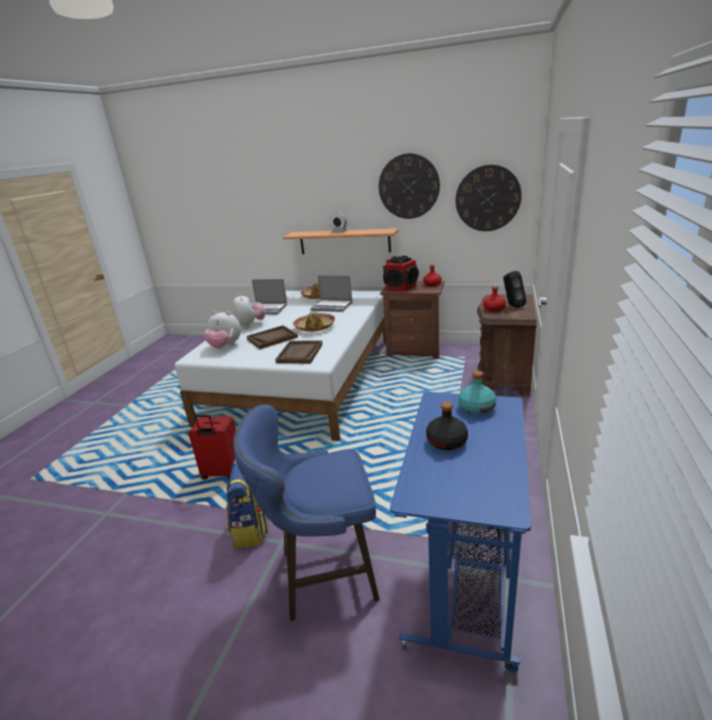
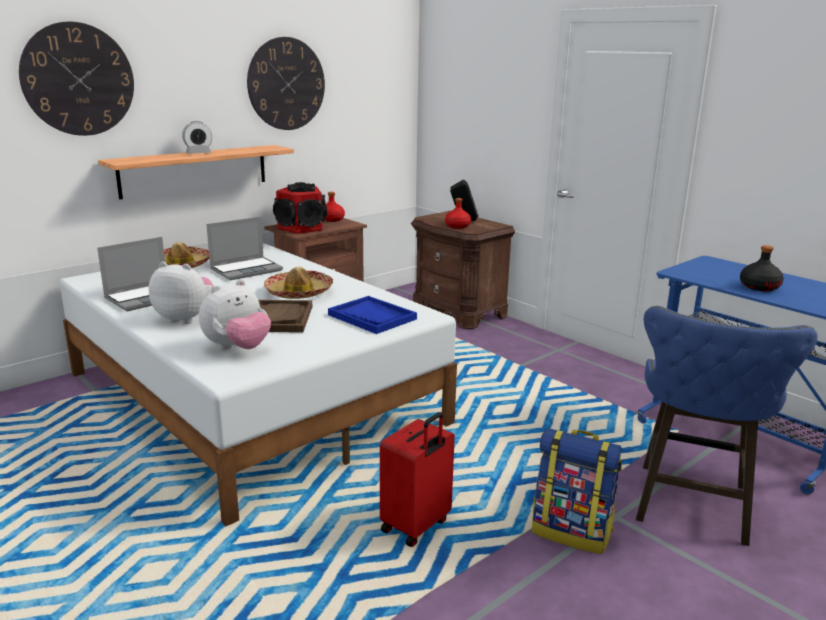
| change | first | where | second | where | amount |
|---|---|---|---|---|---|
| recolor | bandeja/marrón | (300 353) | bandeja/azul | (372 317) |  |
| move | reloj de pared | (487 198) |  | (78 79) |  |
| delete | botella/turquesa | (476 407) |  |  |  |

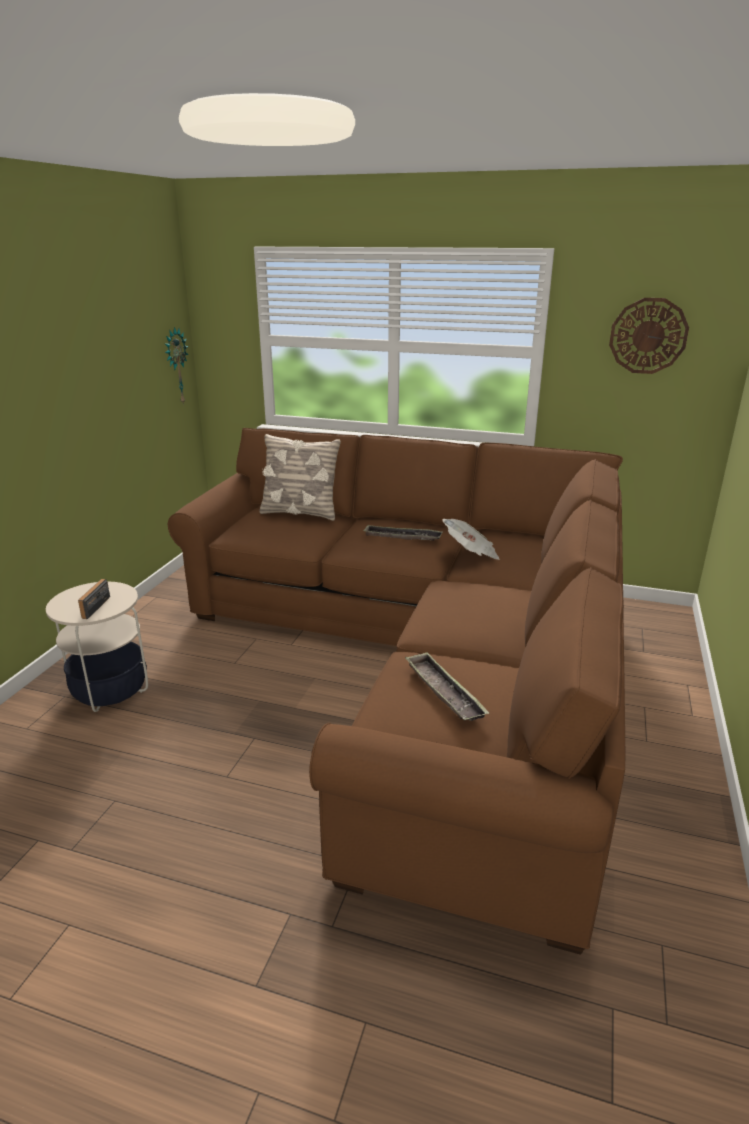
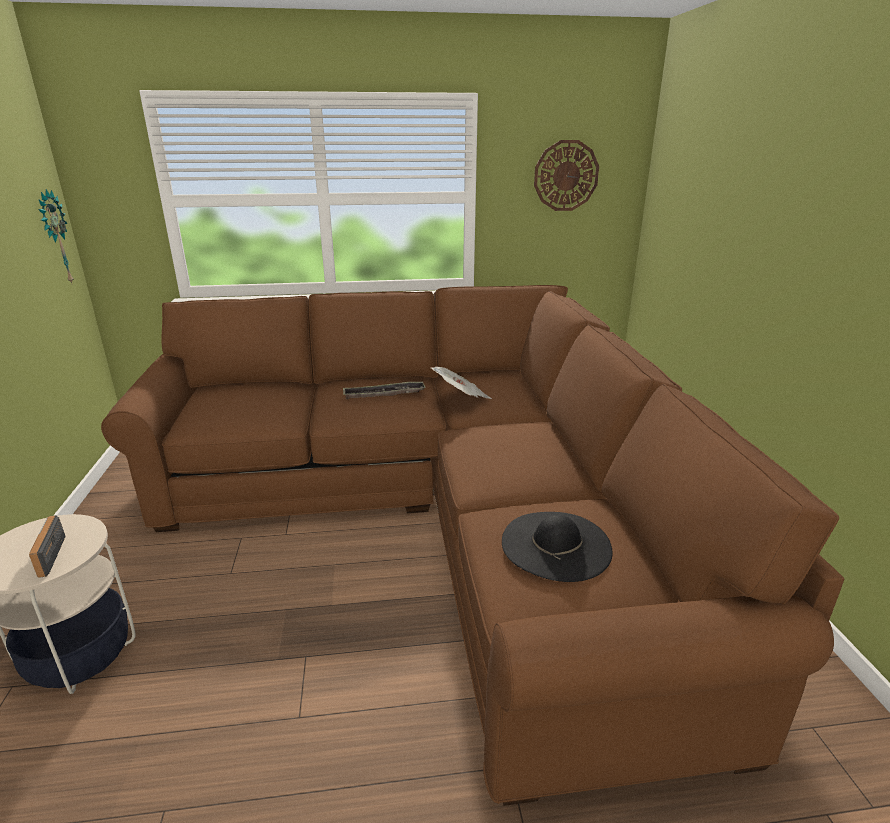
| change | first | where | second | where | amount |
|---|---|---|---|---|---|
| delete | cojín/beis | (300 513) |  |  |  |
| replace | bandeja | (444 691) | sombrero/negro | (556 544) |  |

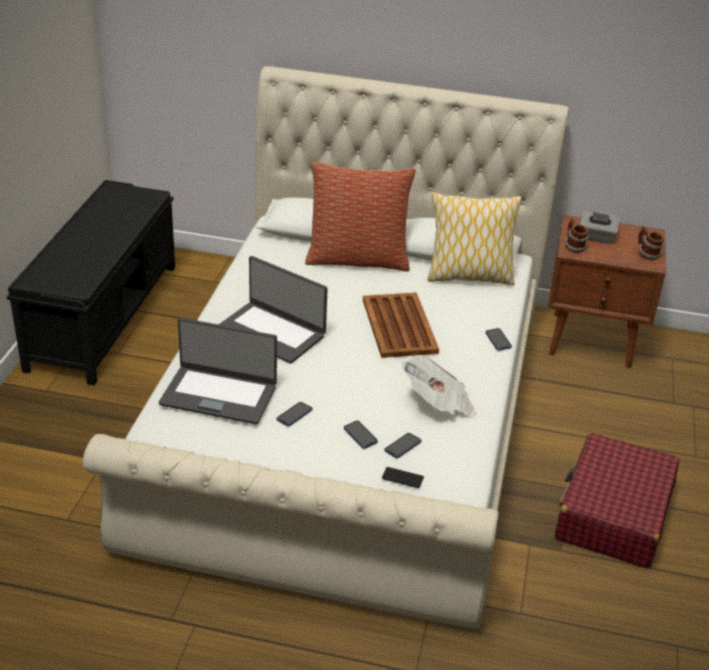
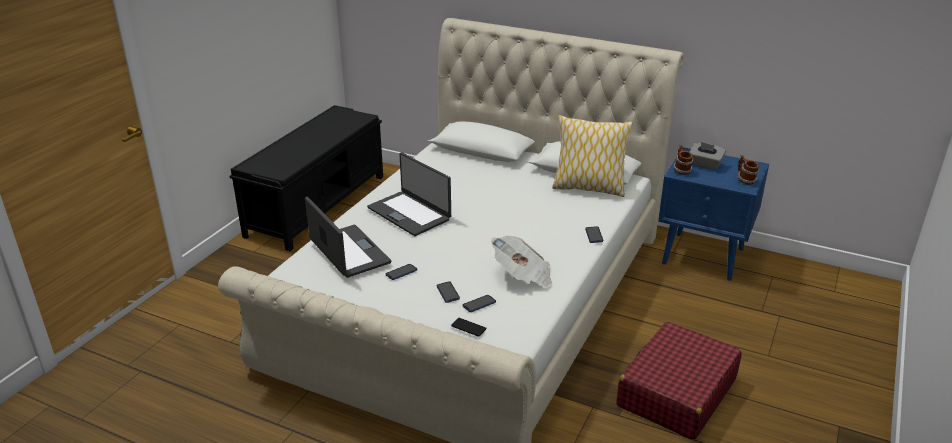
| change | first | where | second | where | amount |
|---|---|---|---|---|---|
| rotate | portátil | (219 394) |  | (348 252) | 150 degrees counterclockwise |
| delete | cojín | (357 259) |  |  |  |
| delete | bandeja/marrón | (399 326) |  |  |  |
| recolor | mesita de noche/marrón | (593 341) | mesita de noche/azul | (704 257) |  |

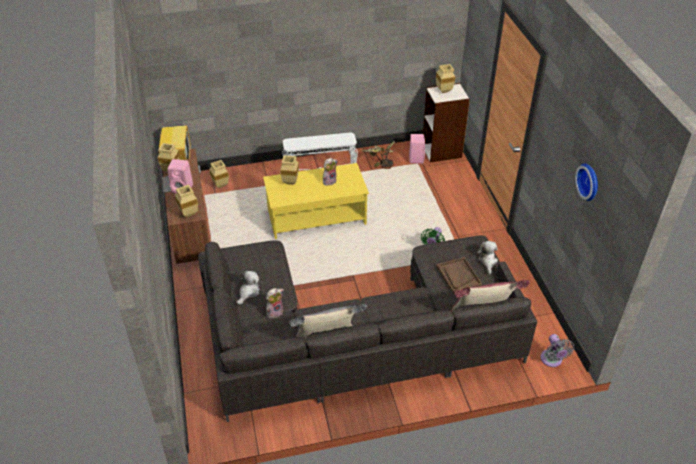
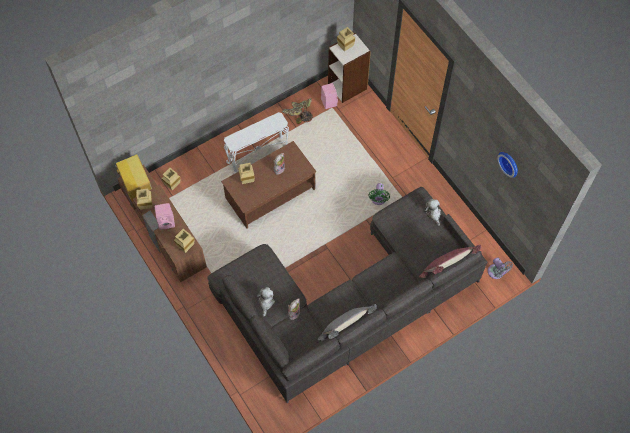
| change | first | where | second | where | amount |
|---|---|---|---|---|---|
| recolor | mesa de centro/amarillo | (315 216) | mesa de centro/marrón | (270 194) |  |
| delete | bandeja/marrón | (458 276) |  |  |  |

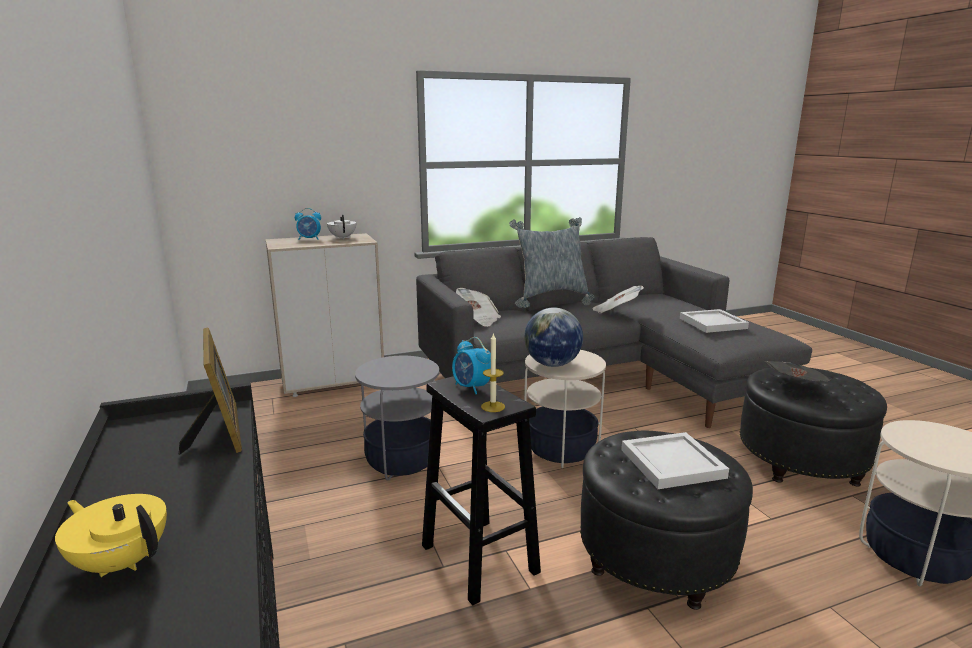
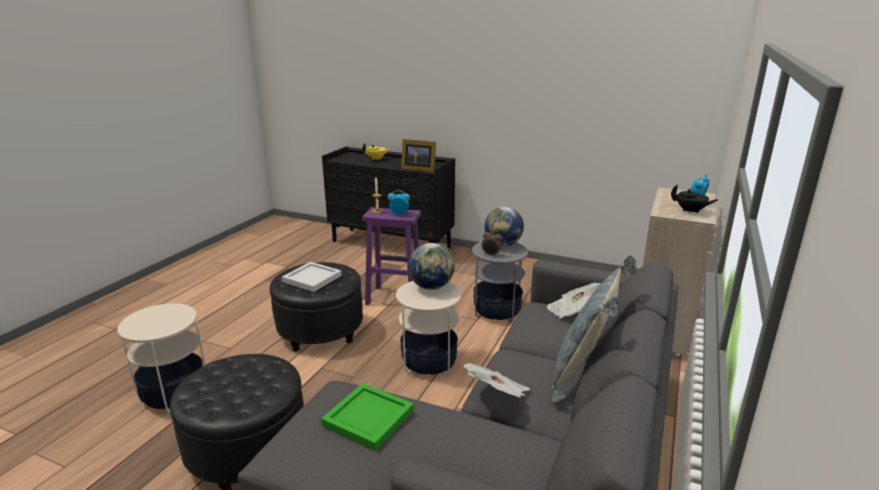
| change | first | where | second | where | amount |
|---|---|---|---|---|---|
| recolor | tetera/blanco | (343 238) | tetera/negro | (690 211) |  |
| recolor | taburete/negro | (480 560) | taburete/morado | (393 298) |  |
| recolor | bandeja/blanco | (714 323) | bandeja/verde | (367 418) |  |
| delete | periódico | (795 387) |  |  |  |
| insert |  |  | despertador | (491 255) |  |
| insert |  |  | globo terráqueo | (503 244) |  |

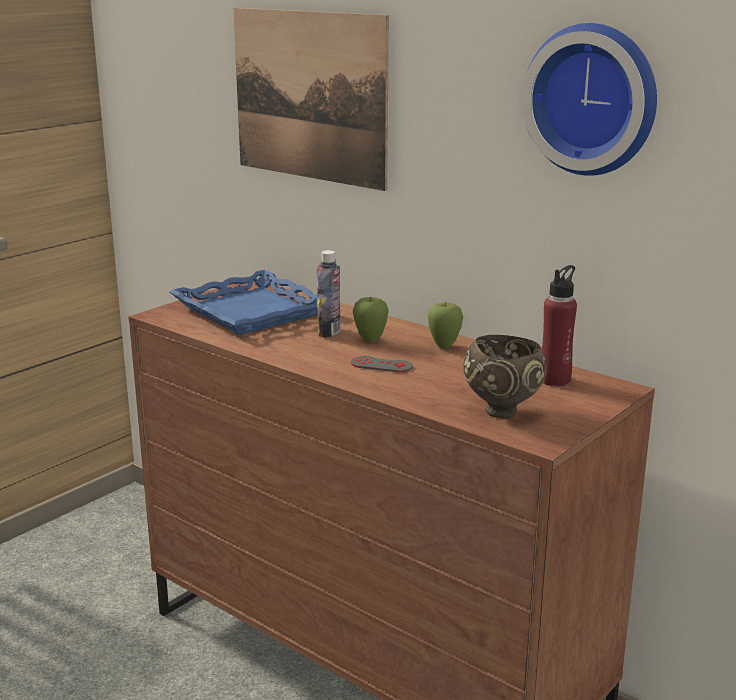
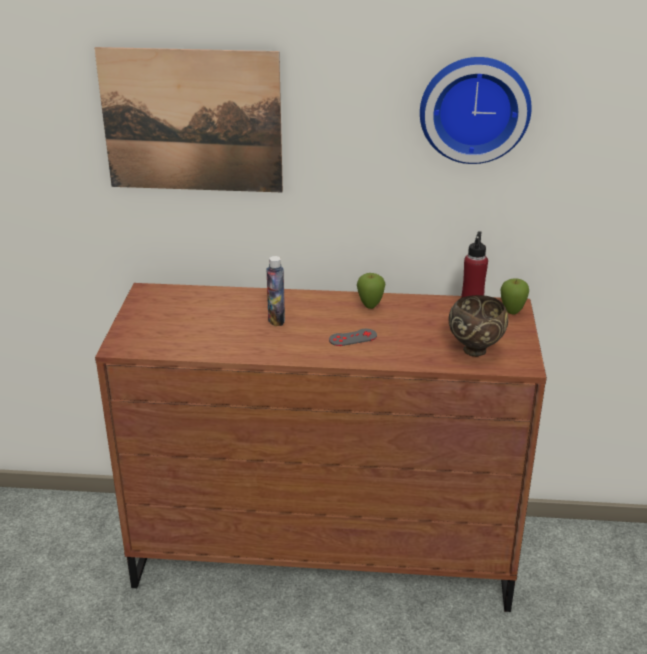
| change | first | where | second | where | amount |
|---|---|---|---|---|---|
| delete | bandeja/azul | (253 311) |  |  |  |
| move | manzana | (370 340) |  | (512 312) |  |

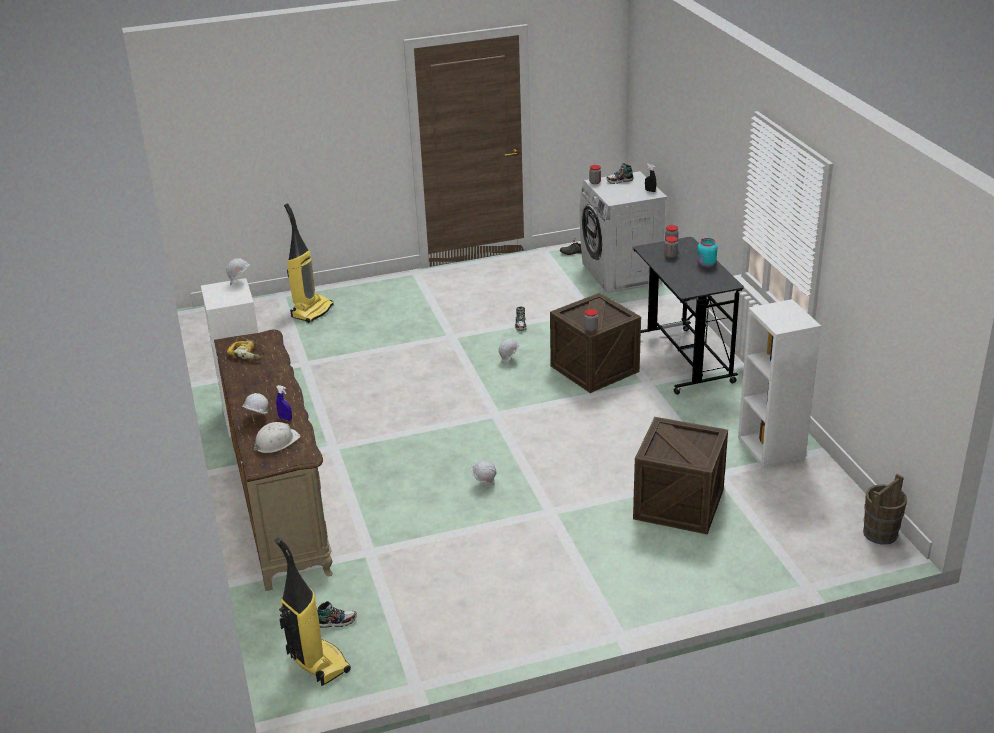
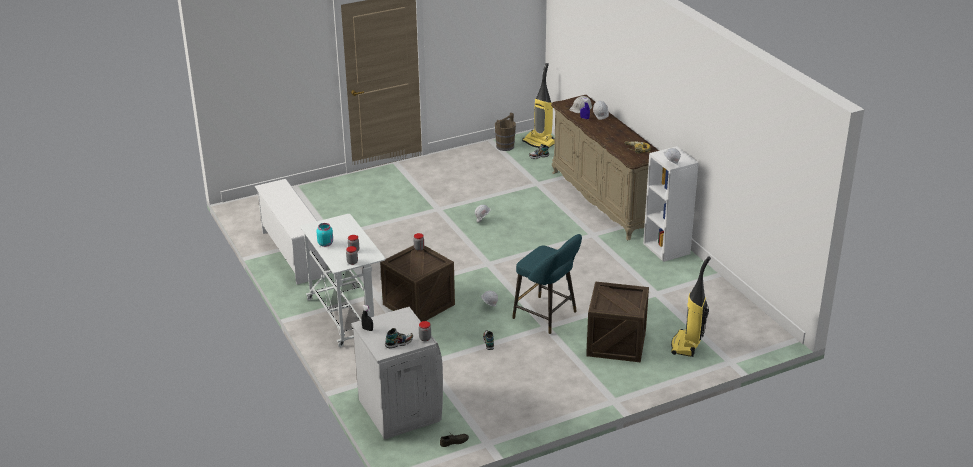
| change | first | where | second | where | amount |
|---|---|---|---|---|---|
| recolor | escritorio/negro | (682 361) | escritorio/blanco | (347 316) |  |
| move | caja de embalaje | (678 504) |  | (616 343) |  |
| replace | estantería/blanco | (772 448) | zapatero/blanco | (293 254) |  |
| move | cubo/marrón | (880 533) |  | (505 146) |  |
| insert |  |  | taburete/turquesa | (547 316) |  |

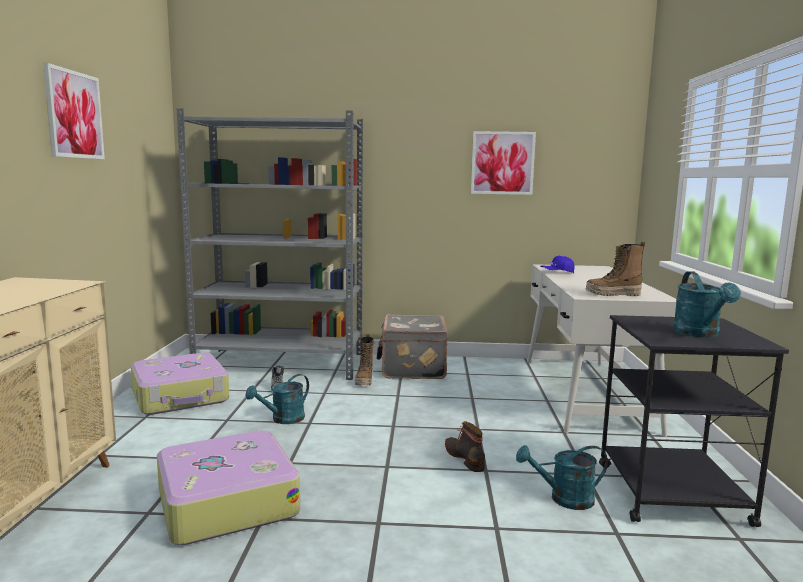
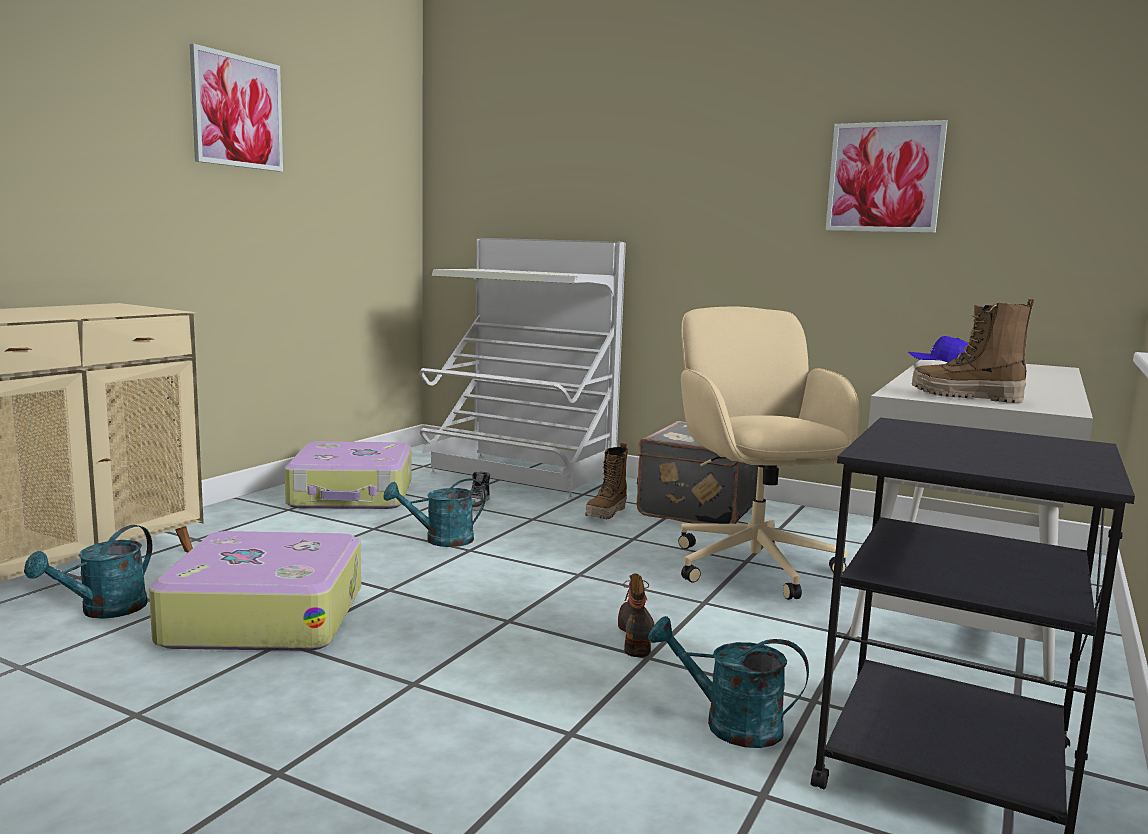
| change | first | where | second | where | amount |
|---|---|---|---|---|---|
| replace | estantería/gris | (281 364) | zapatero/blanco | (517 477) |  |
| move | regadera/turquesa | (700 334) |  | (104 611) |  |
| insert |  |  | silla de oficina/beis | (753 566) |  |

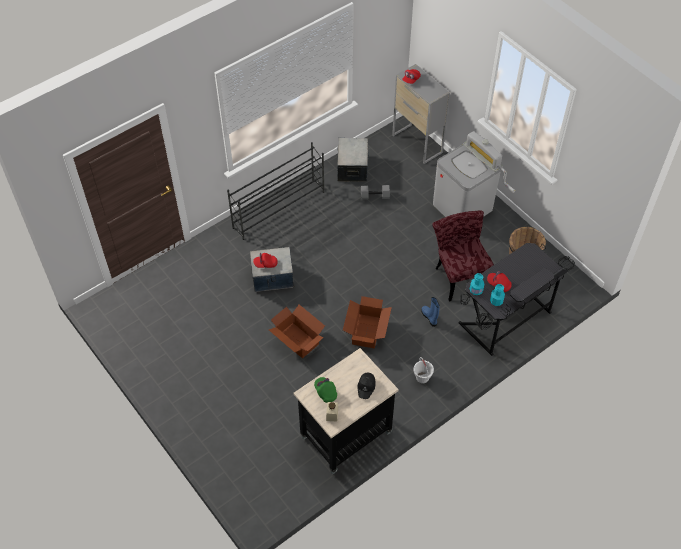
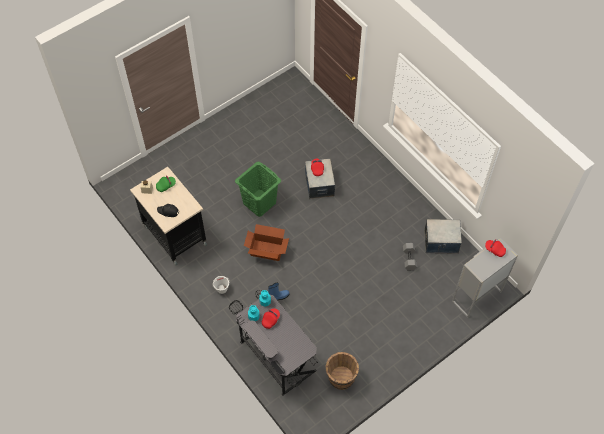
| change | first | where | second | where | amount |
|---|---|---|---|---|---|
| delete | zapatero/negro | (279 209) |  |  |  |
| replace | caja de cartón | (297 340) | cesto de la ropa/verde | (259 203) |  |
| delete | silla/rojo | (459 274) |  |  |  |
| delete | lavadora/gris | (464 208) |  |  |  |

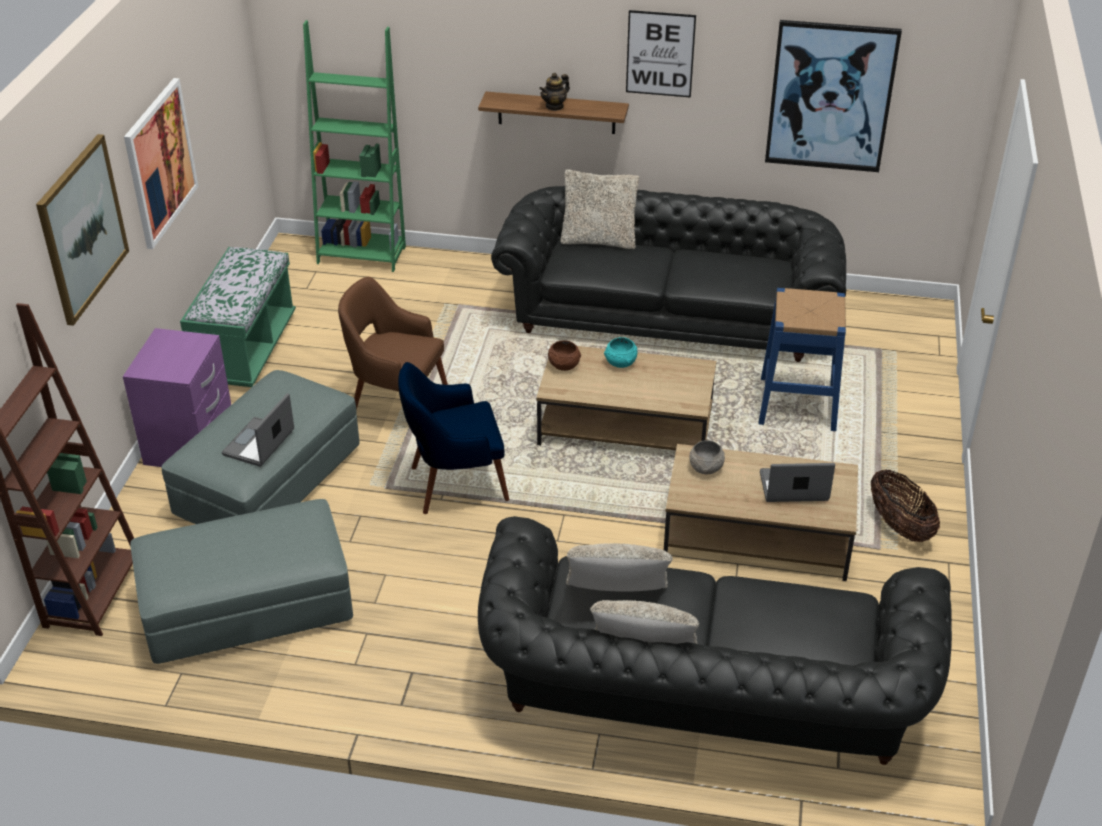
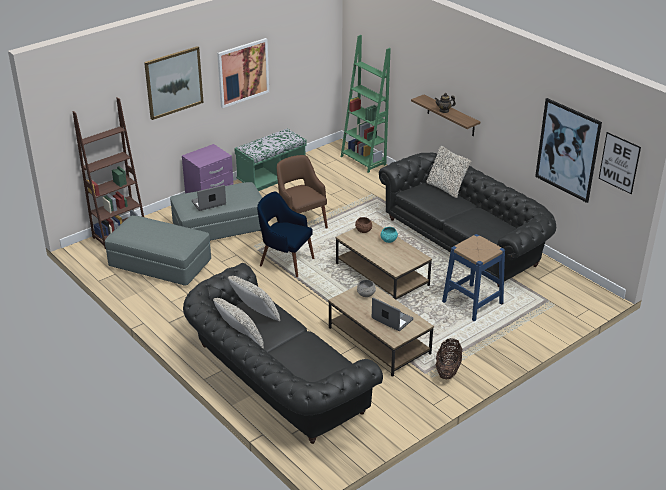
| change | first | where | second | where | amount |
|---|---|---|---|---|---|
| move | cuadro | (660 54) |  | (619 163) |  |

